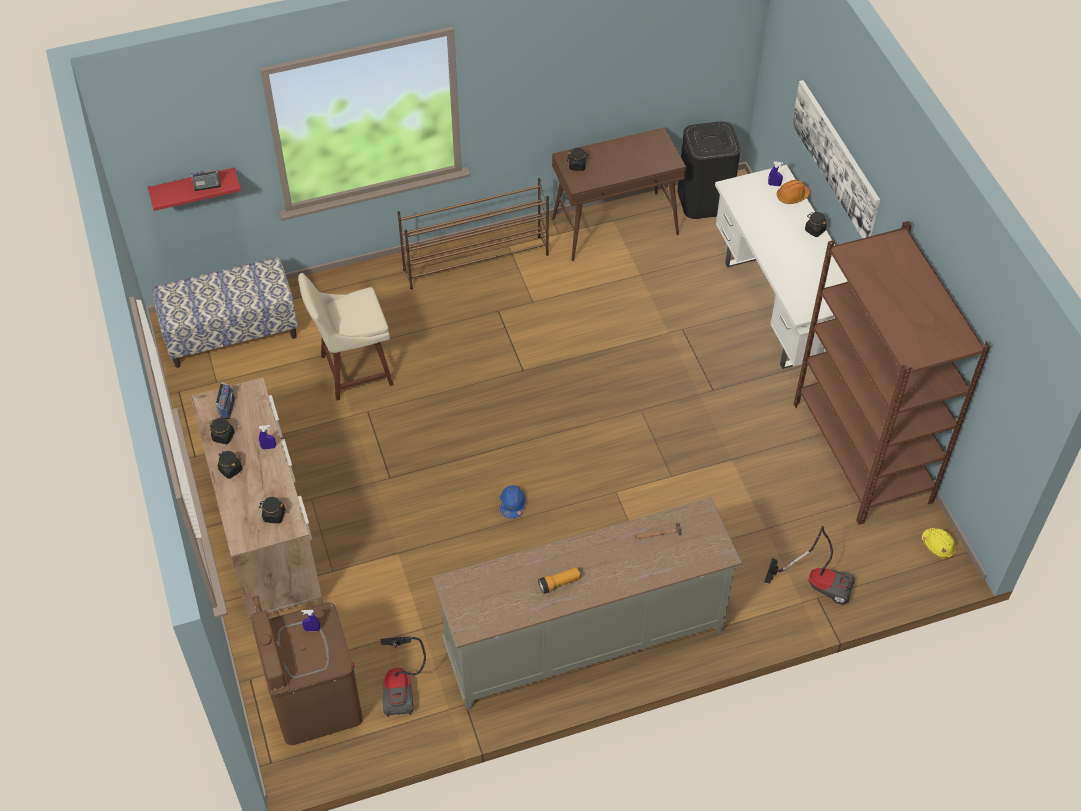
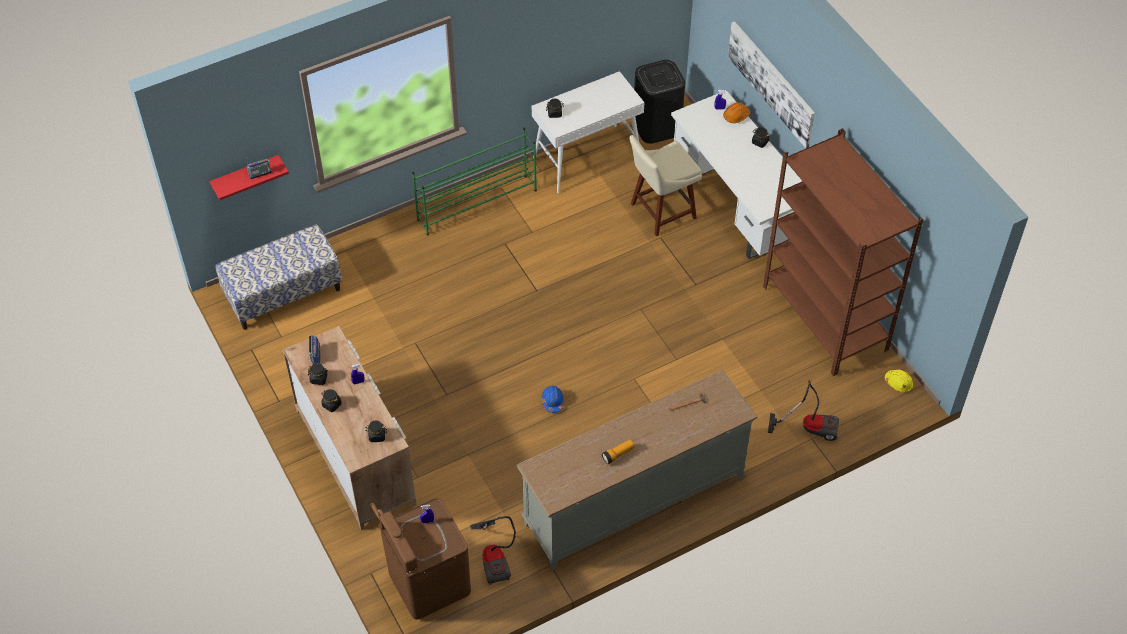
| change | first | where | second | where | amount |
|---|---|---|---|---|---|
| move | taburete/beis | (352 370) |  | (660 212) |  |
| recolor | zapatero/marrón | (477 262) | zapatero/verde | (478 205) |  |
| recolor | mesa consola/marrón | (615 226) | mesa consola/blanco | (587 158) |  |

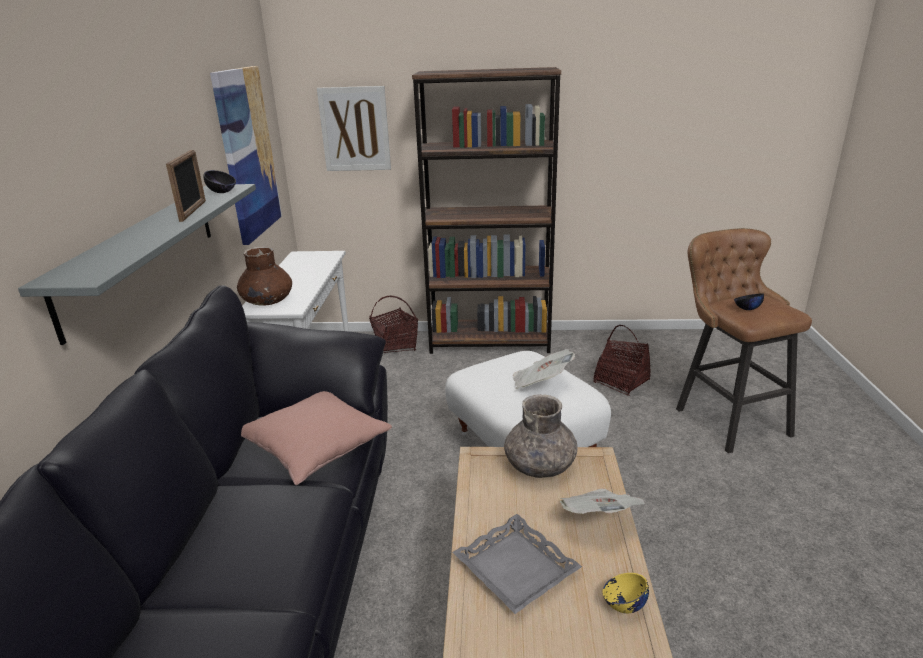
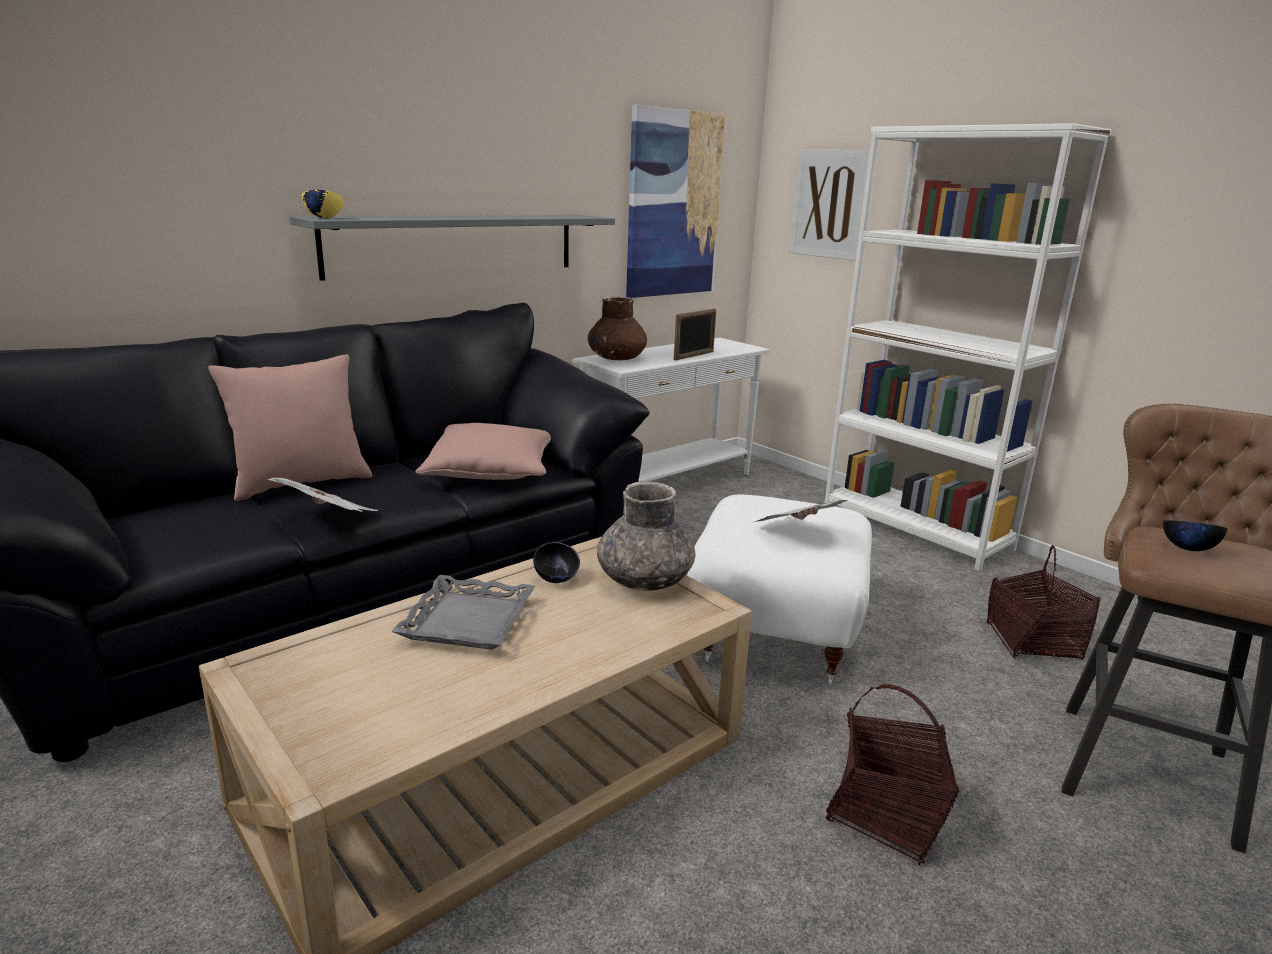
| change | first | where | second | where | amount |
|---|---|---|---|---|---|
| move | portarretratos | (193 211) |  | (694 356) |  |
| move | cuenco/negro | (222 192) |  | (556 579) |  |
| move | cesta | (396 345) |  | (887 815) |  |
| recolor | estantería/marrón | (490 342) | estantería/blanco | (915 530) |  |
| move | periódico | (599 518) |  | (327 519) |  |
| move | cuenco/amarillo | (624 604) |  | (324 218) |  |
| insert |  |  | cojín/rosa | (301 483) |  |

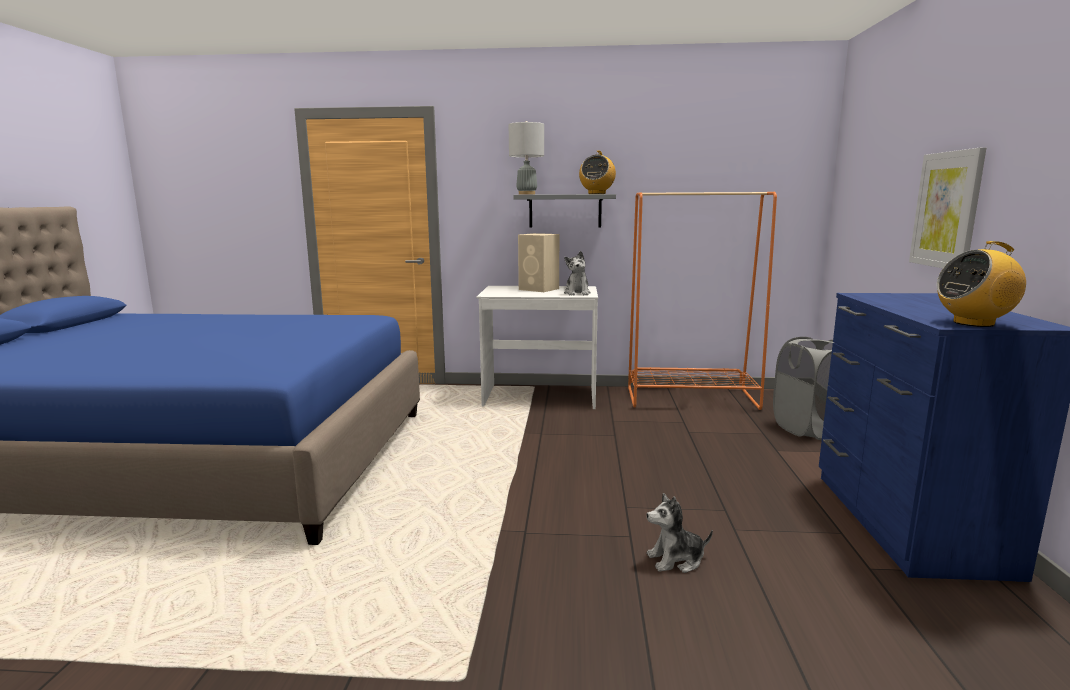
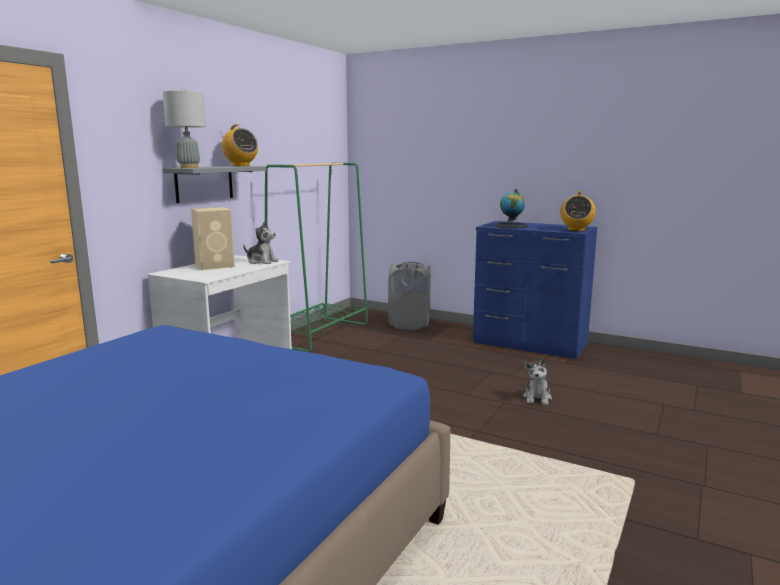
| change | first | where | second | where | amount |
|---|---|---|---|---|---|
| recolor | perchero/naranja | (691 399) | perchero/verde | (318 334) |  |
| delete | cuadro | (946 210) |  |  |  |
| insert |  |  | globo terráqueo | (511 226) |  |

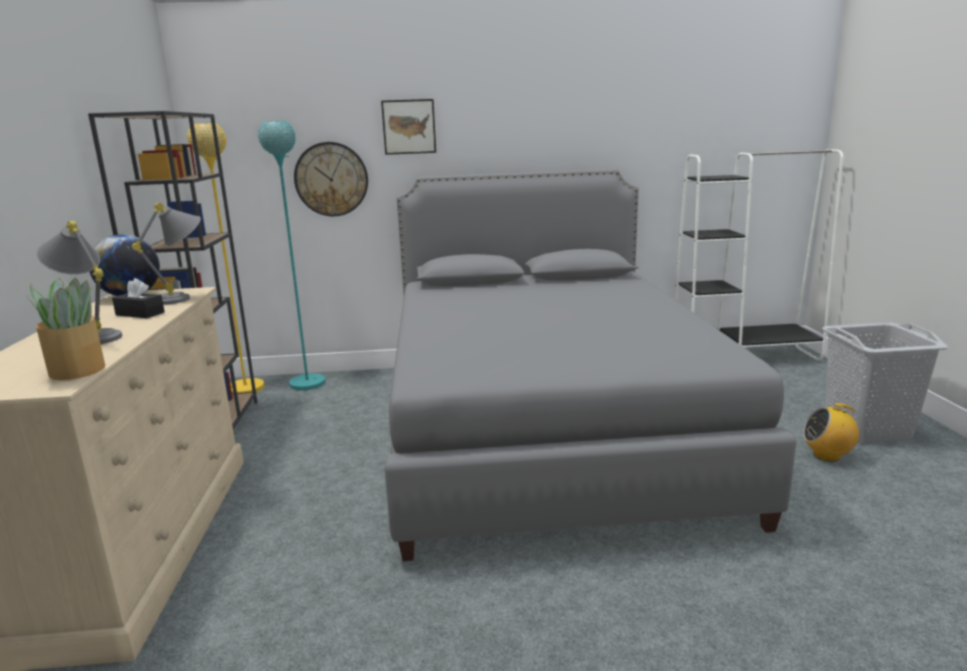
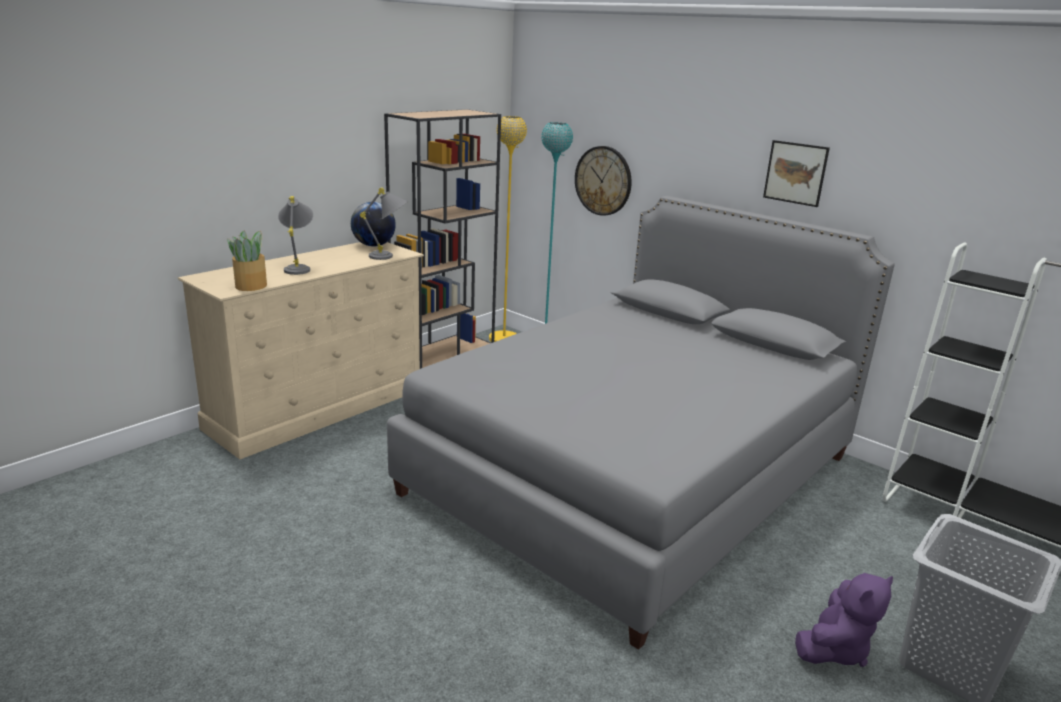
| change | first | where | second | where | amount |
|---|---|---|---|---|---|
| delete | caja de pañuelos/negro | (140 314) |  |  |  |
| move | cuadro | (409 127) |  | (795 173) |  |
| replace | radio | (827 455) | peluche/morado | (834 649) |  |

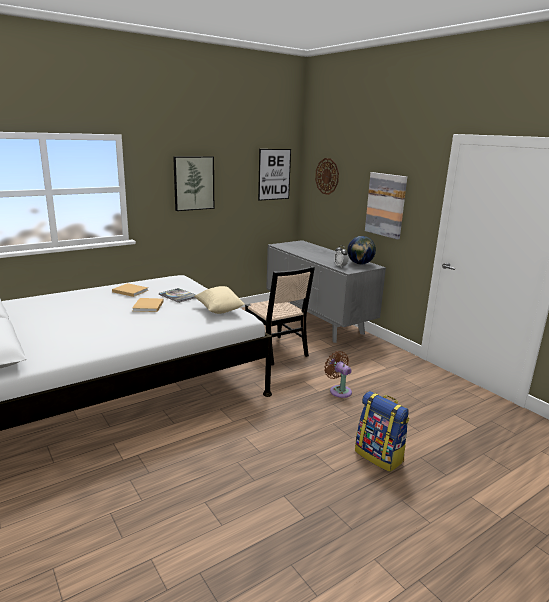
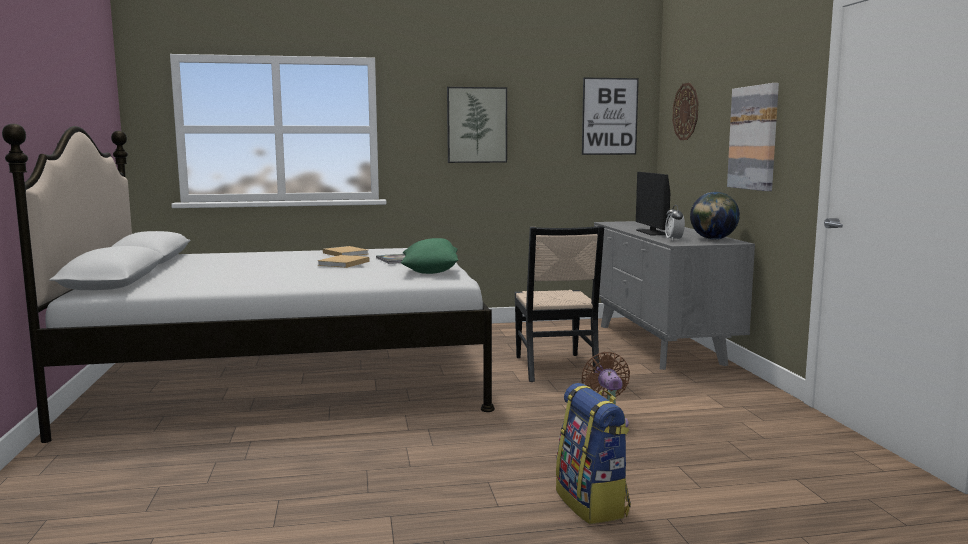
| change | first | where | second | where | amount |
|---|---|---|---|---|---|
| recolor | cojín/beis | (219 310) | cojín/verde | (430 272) |  |
| insert |  |  | monitor | (652 232) |  |

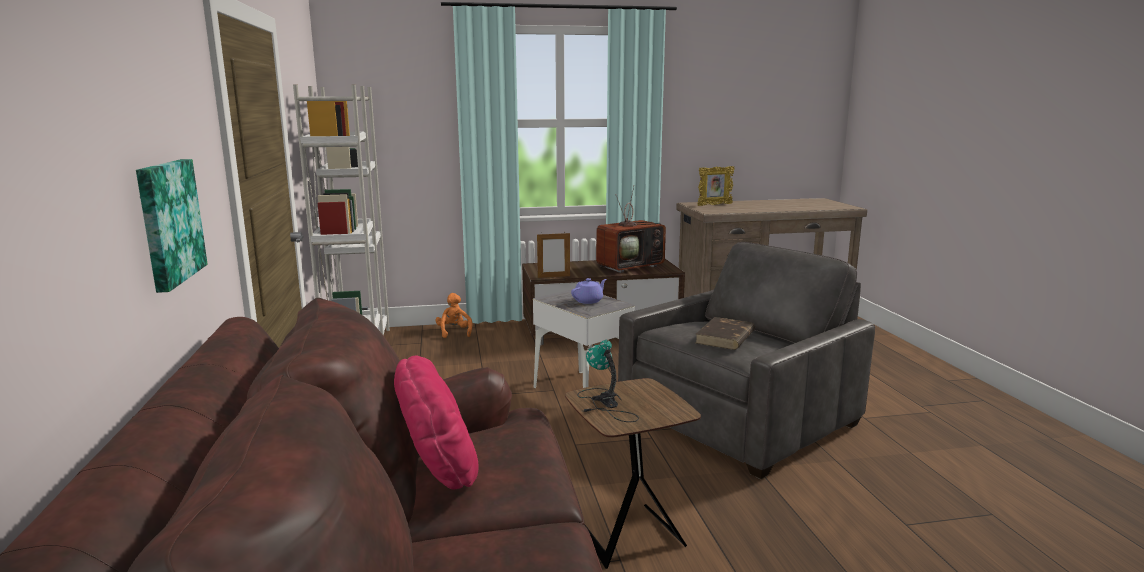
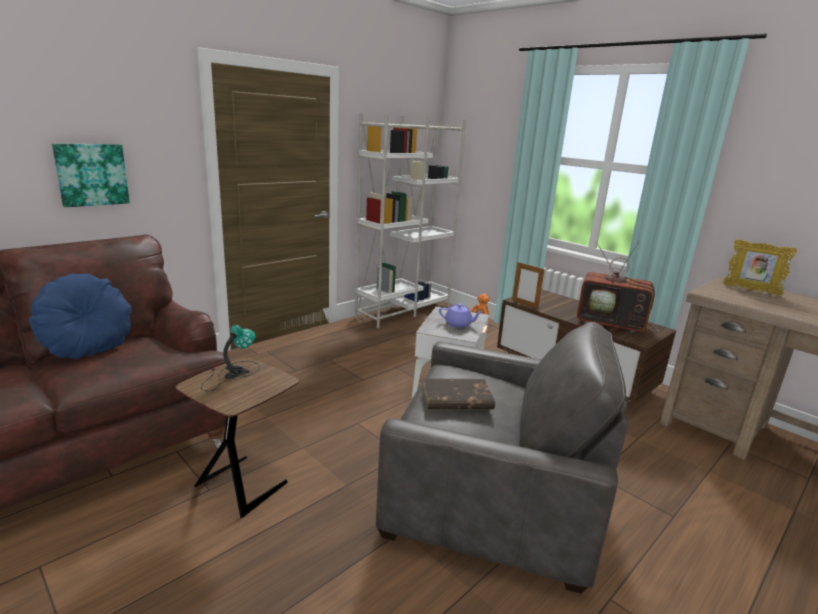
| change | first | where | second | where | amount |
|---|---|---|---|---|---|
| recolor | cojín/rosa | (439 477) | cojín/azul | (89 351) |  |

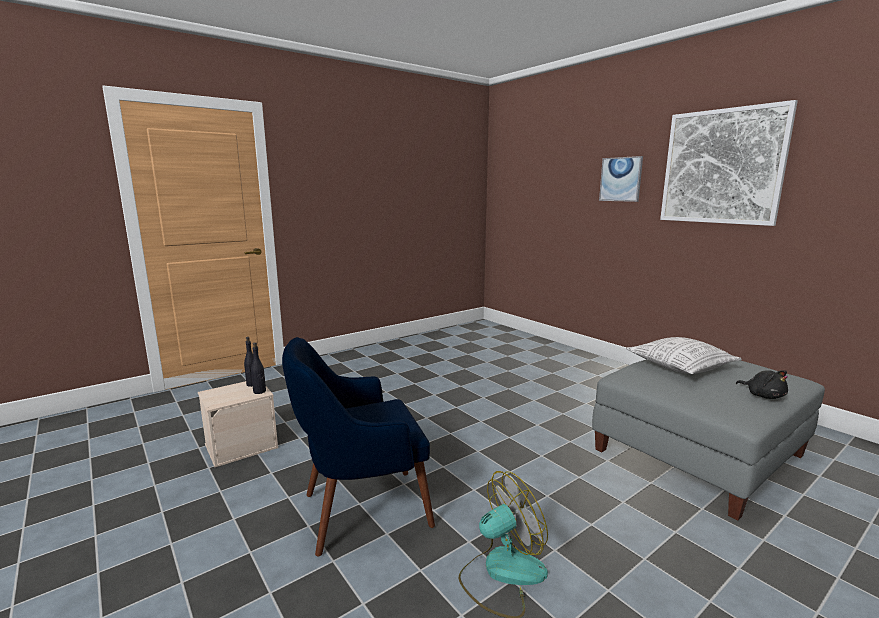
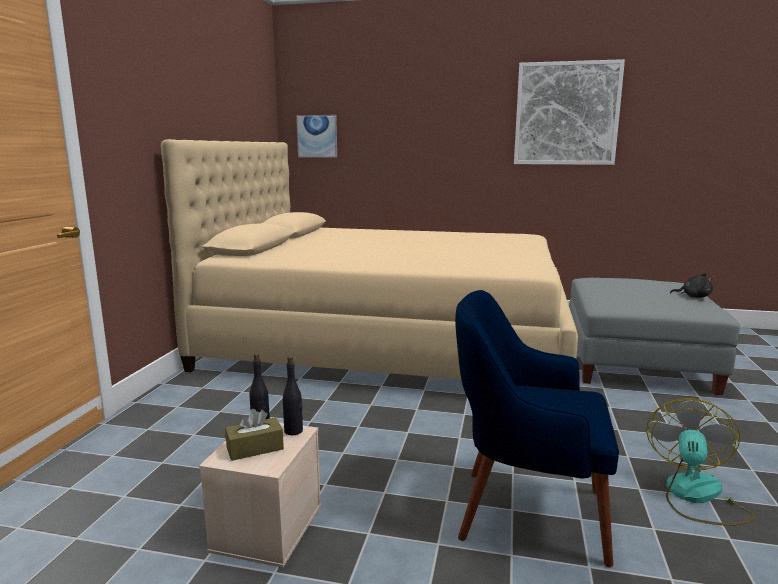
| change | first | where | second | where | amount |
|---|---|---|---|---|---|
| rotate | sillón/azul | (362 510) |  | (527 513) | 75 degrees clockwise |
| move | cuadro | (621 179) |  | (317 136) |  |
| delete | cojín | (680 367) |  |  |  |
| insert |  |  | cama/beis | (389 342) |  |
| insert |  |  | caja de pañuelos/marrón | (255 448) |  |

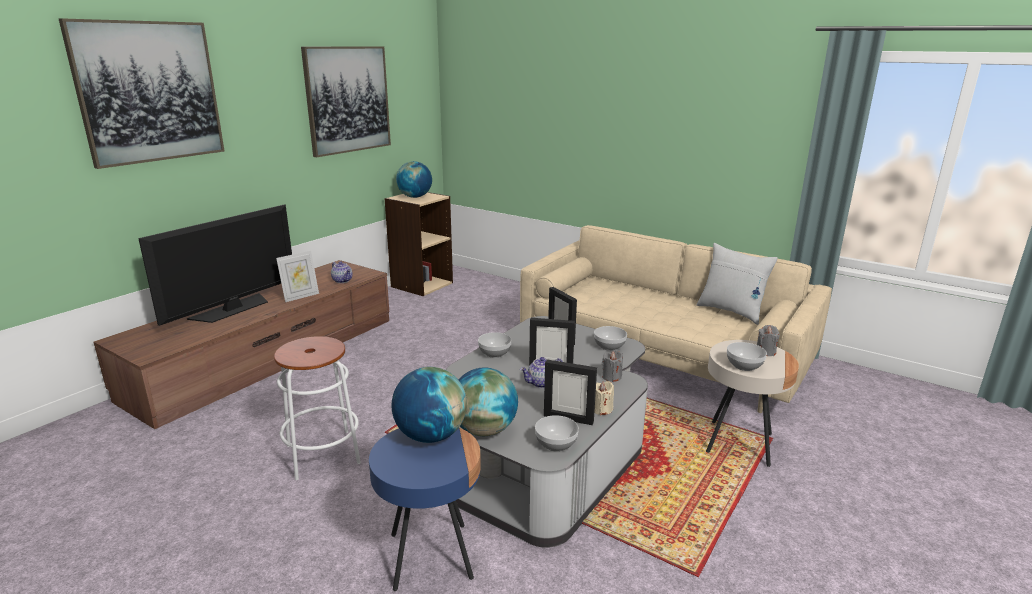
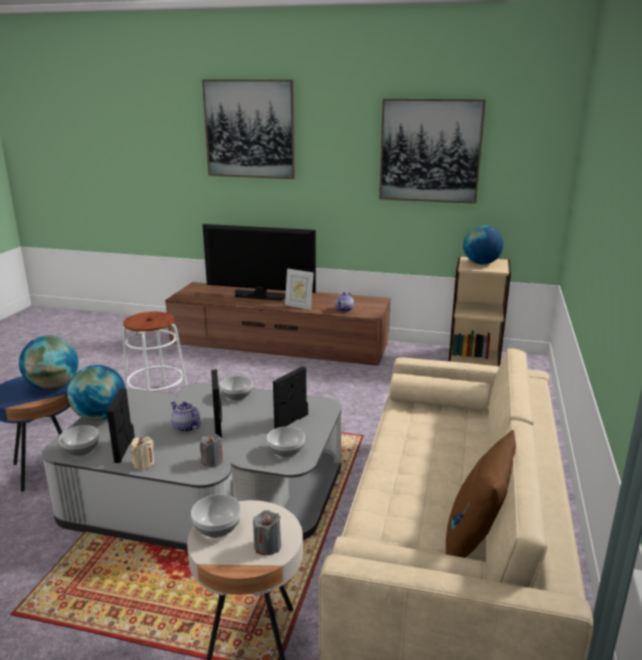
| change | first | where | second | where | amount |
|---|---|---|---|---|---|
| recolor | cojín/gris | (730 312) | cojín/marrón | (476 539) |  |

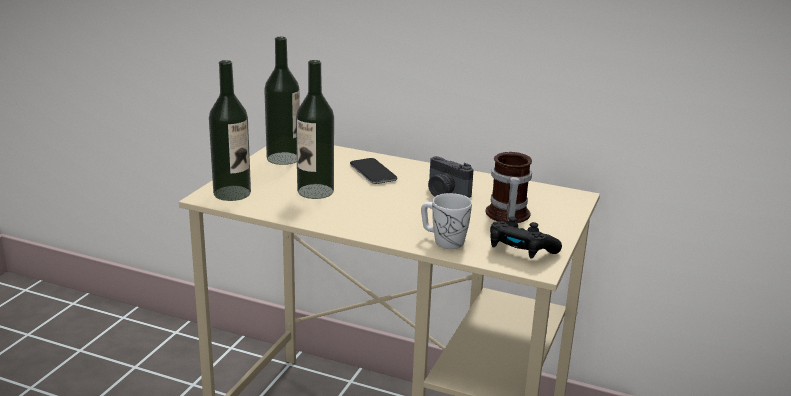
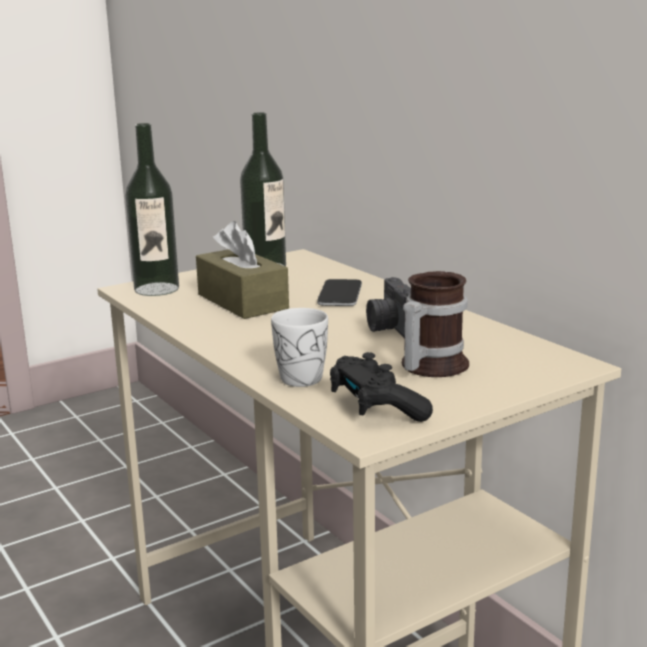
| change | first | where | second | where | amount |
|---|---|---|---|---|---|
| replace | botella | (315 191) | caja de pañuelos/marrón | (242 301) |  |

